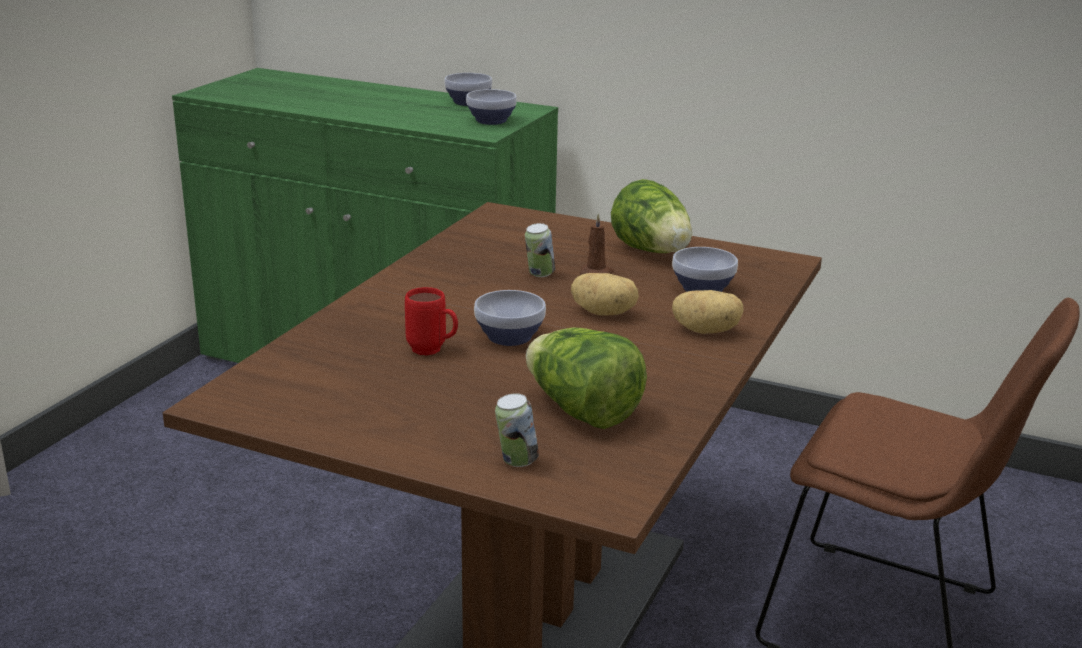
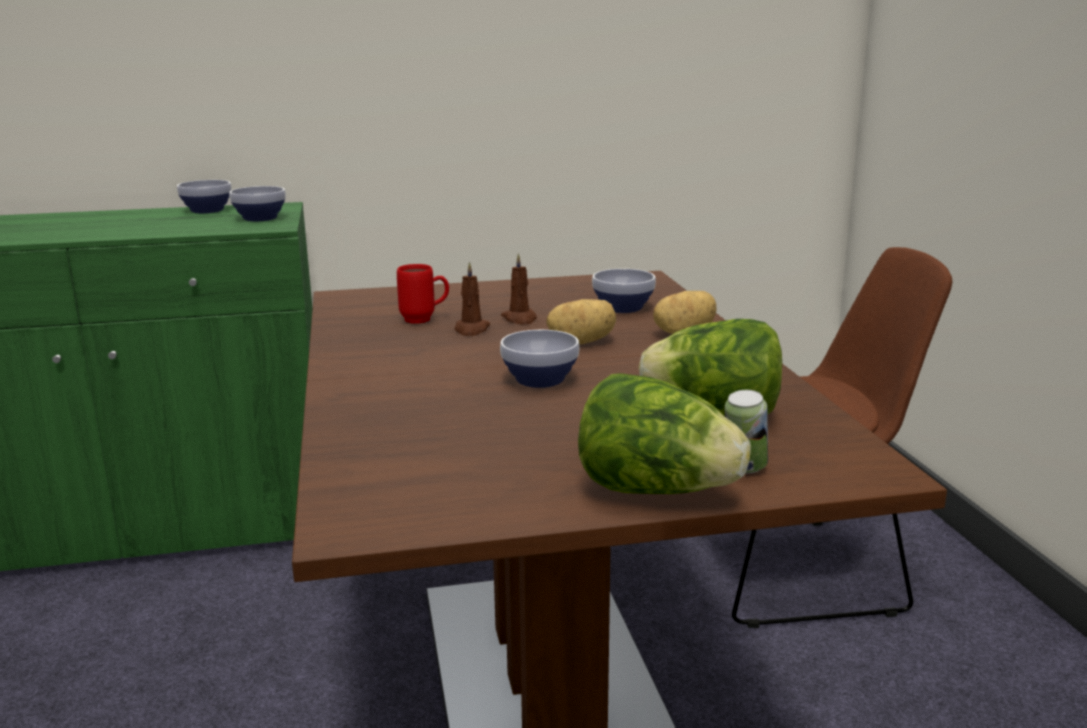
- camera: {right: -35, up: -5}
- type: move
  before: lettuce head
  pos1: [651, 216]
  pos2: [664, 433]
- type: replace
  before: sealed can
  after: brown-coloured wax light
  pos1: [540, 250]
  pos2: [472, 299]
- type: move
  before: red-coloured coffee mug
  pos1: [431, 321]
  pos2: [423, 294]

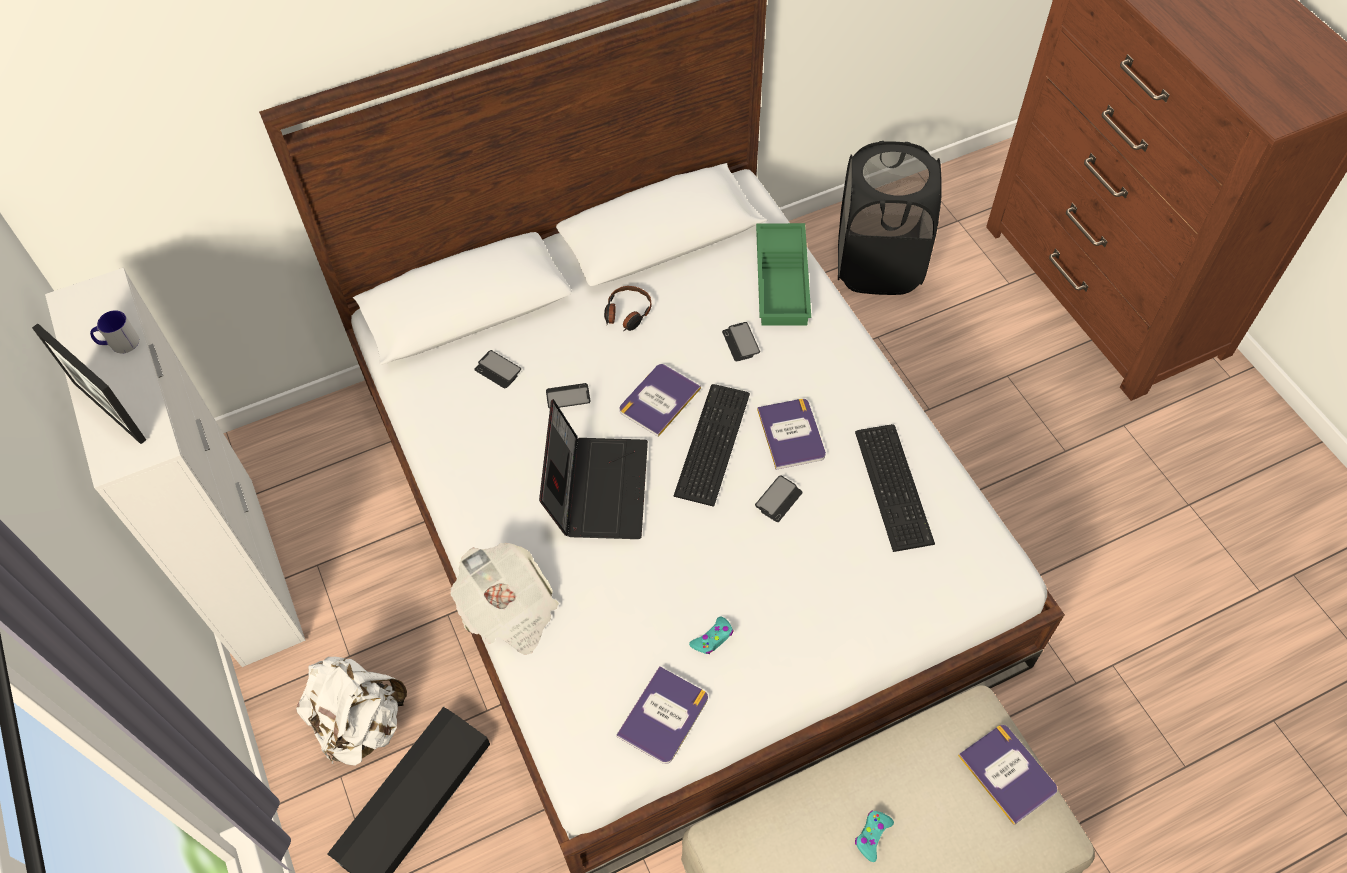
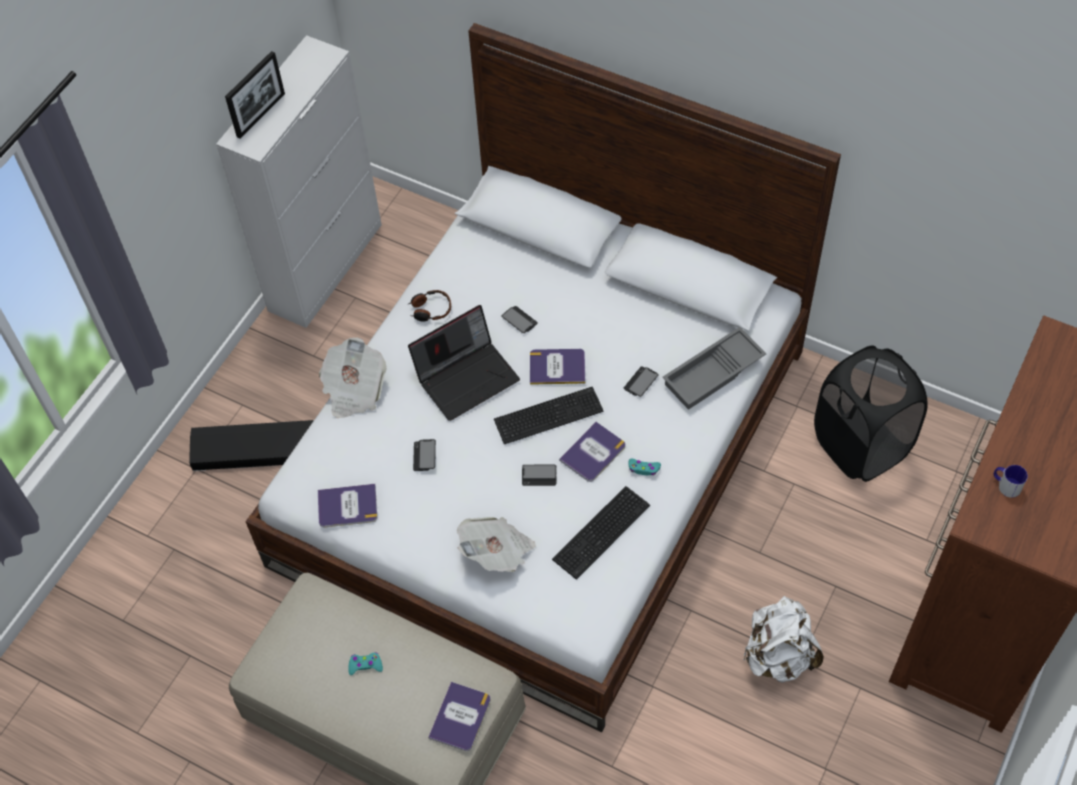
- camera: {right: 55, up: 0}
- type: recolor
  before: green tray
  after: greyish tray
  pos1: [783, 274]
  pos2: [714, 368]
- type: move
  before: pair of headphones
  pos1: [628, 308]
  pos2: [430, 306]
- type: move
  before: coffee mug
  pos1: [114, 332]
  pos2: [1011, 481]
- type: rotate
  before: picture frame
  pos1: [89, 384]
  pos2: [255, 95]
  turn: -150
- type: move
  before: handset
  pos1: [497, 369]
  pos2: [424, 455]
- type: move
  before: blue-green game controller
  pos1: [711, 635]
  pos2: [645, 467]
- type: move
  before: whitish rucksack
  pos1: [351, 711]
  pos2: [784, 639]
- type: insert
  after: newspaper
  pos2: [496, 544]

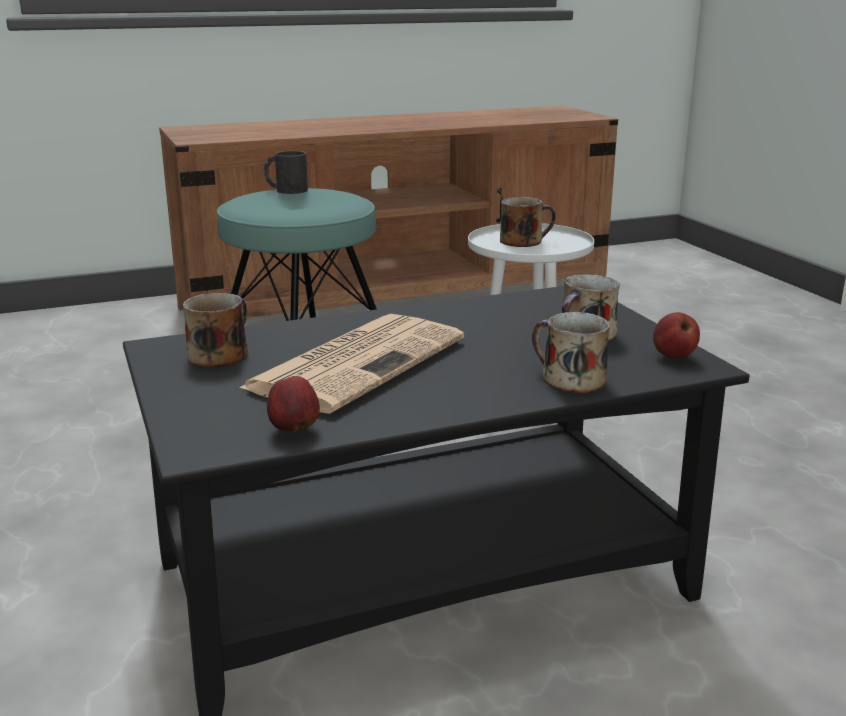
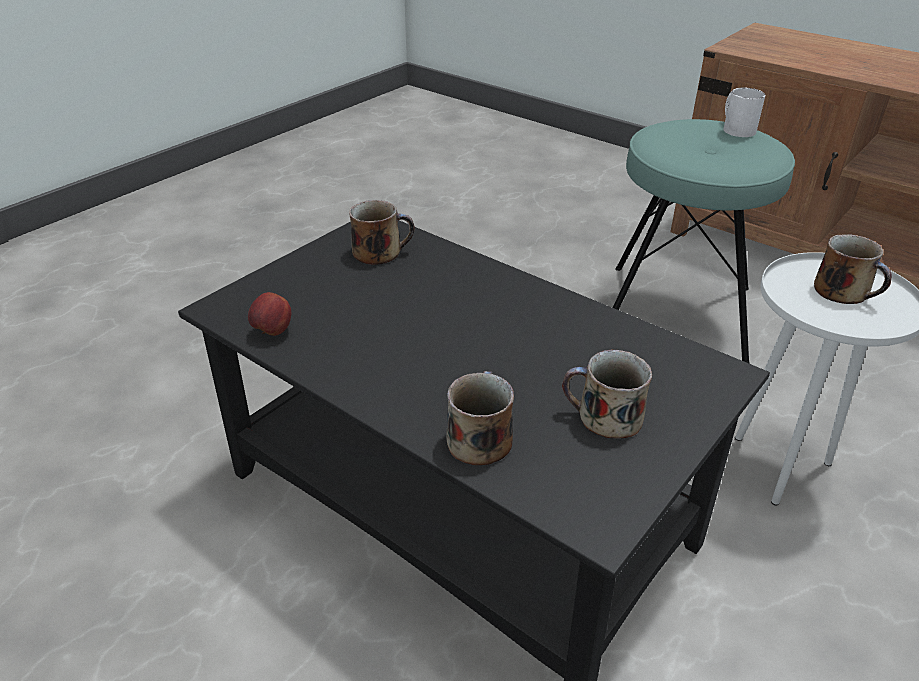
- camera: {right: 60, up: 15}
- type: recolor
  before: black-coloured coffee mug
  after: whitish coffee mug
  pos1: [286, 172]
  pos2: [744, 112]
- type: delete
  before: whole apple
  pos1: [676, 335]
- type: delete
  before: newspaper
  pos1: [351, 364]

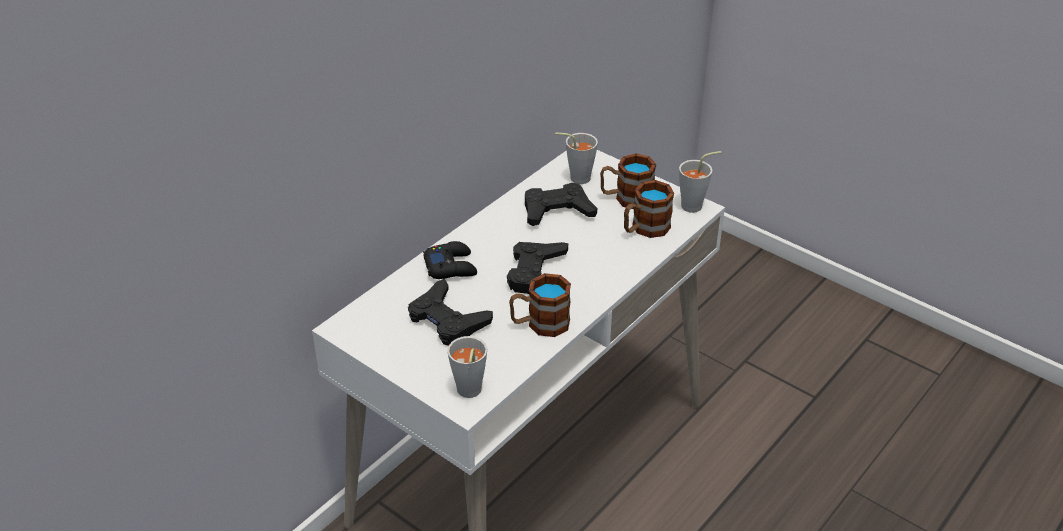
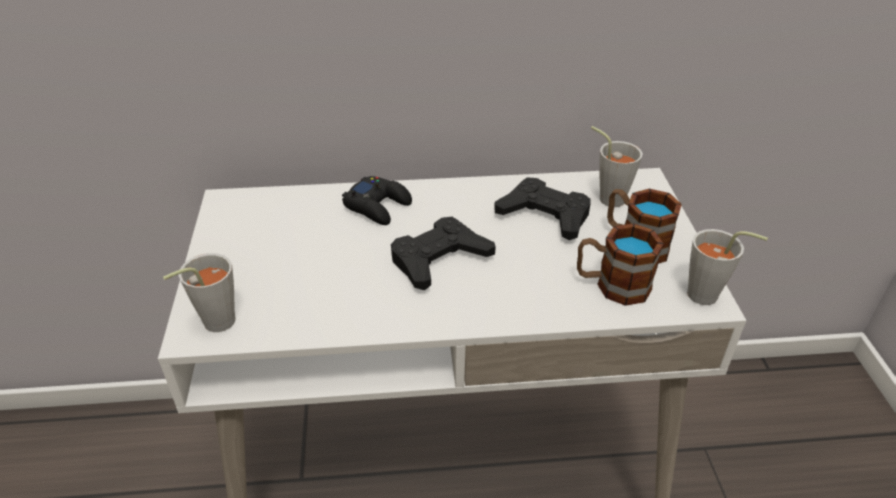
- camera: {right: 45, up: 0}
- type: delete
  before: coffee mug
  pos1: [540, 305]
- type: delete
  before: black-coloured game controller
  pos1: [450, 312]

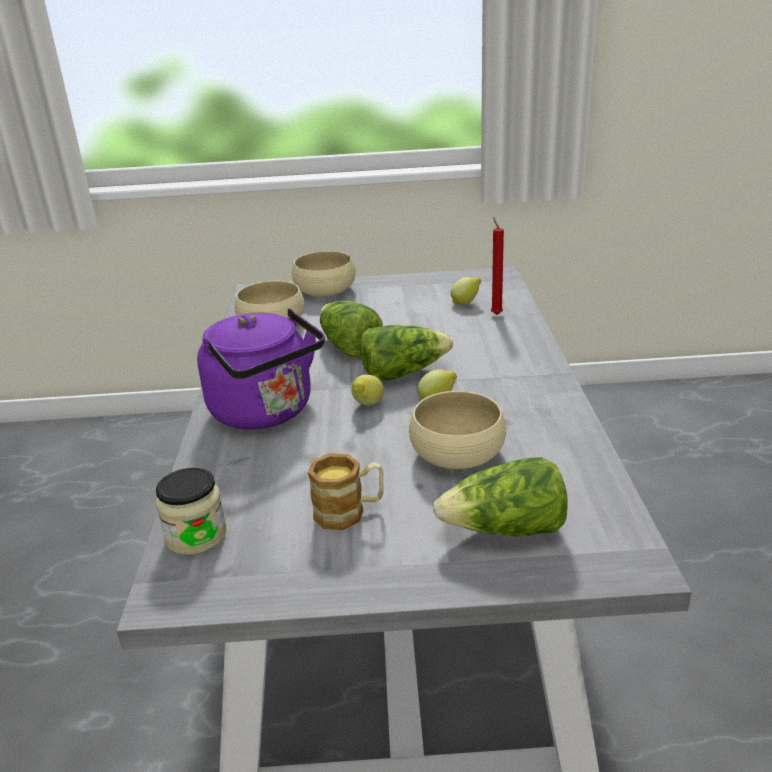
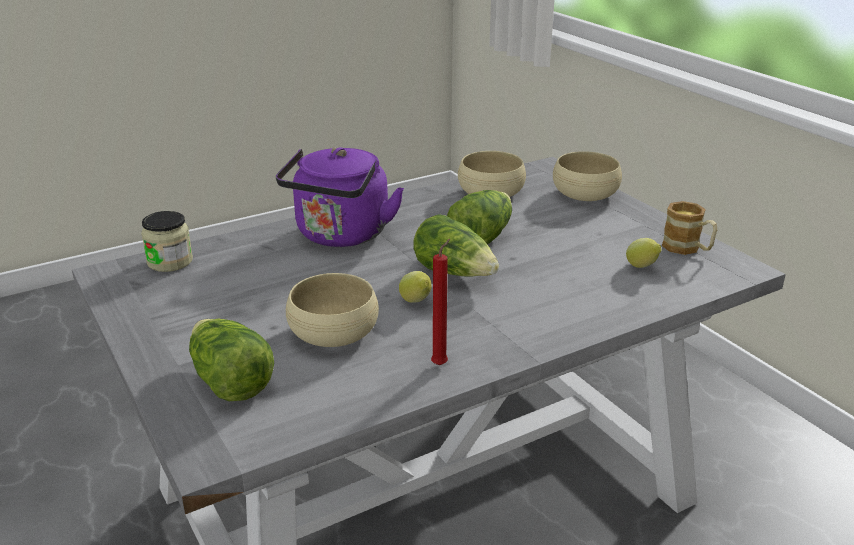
- camera: {right: 60, up: 0}
- type: move
  before: red-coloured wax light
  pos1: [497, 266]
  pos2: [440, 302]
- type: delete
  before: lemon
  pos1: [367, 390]
- type: move
  before: coffee mug
  pos1: [346, 491]
  pos2: [690, 228]

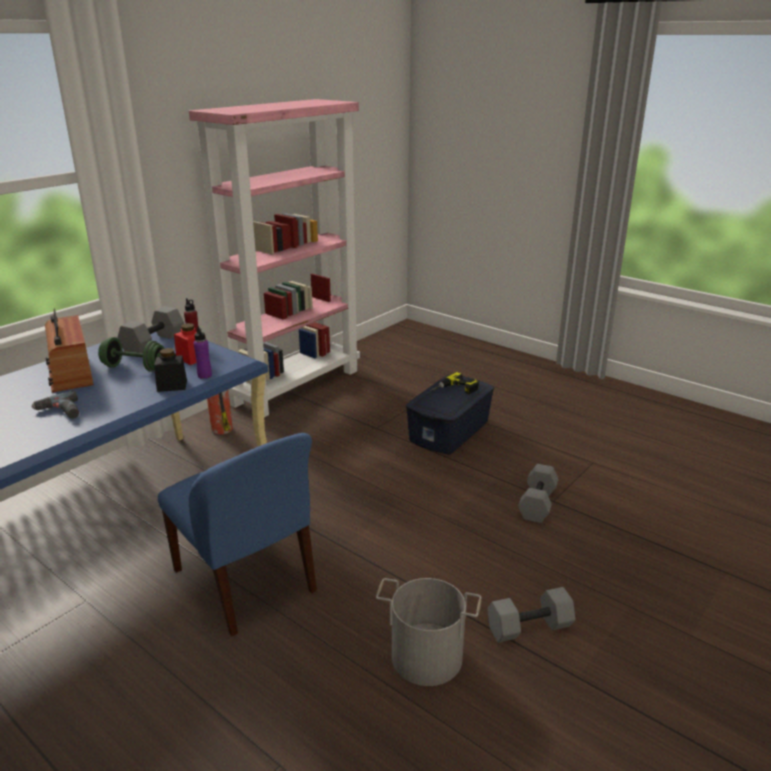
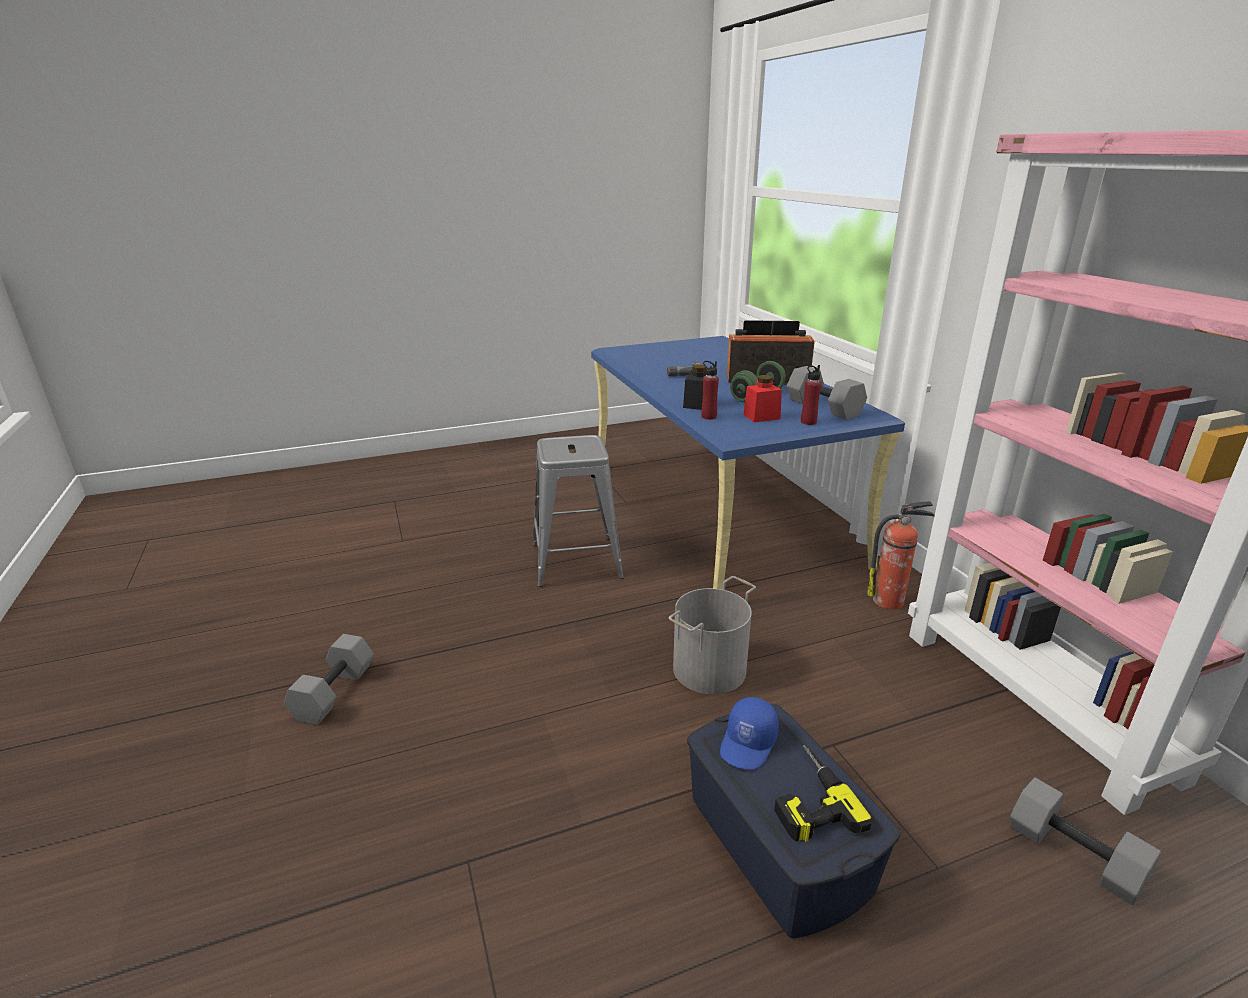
- camera: {right: 120, up: 0}
- type: recolor
  before: purplish bottle
  after: red-coloured bottle
  pos1: [203, 352]
  pos2: [710, 390]
- type: replace
  before: blue upright chair
  after: greyish sitting stool
  pos1: [237, 534]
  pos2: [578, 511]
- type: move
  before: greyish hand weight
  pos1: [538, 493]
  pos2: [1085, 841]
- type: move
  before: greyish pail
  pos1: [429, 632]
  pos2: [712, 635]
- type: insert
  after: blue baseball cap
  pos2: [749, 733]

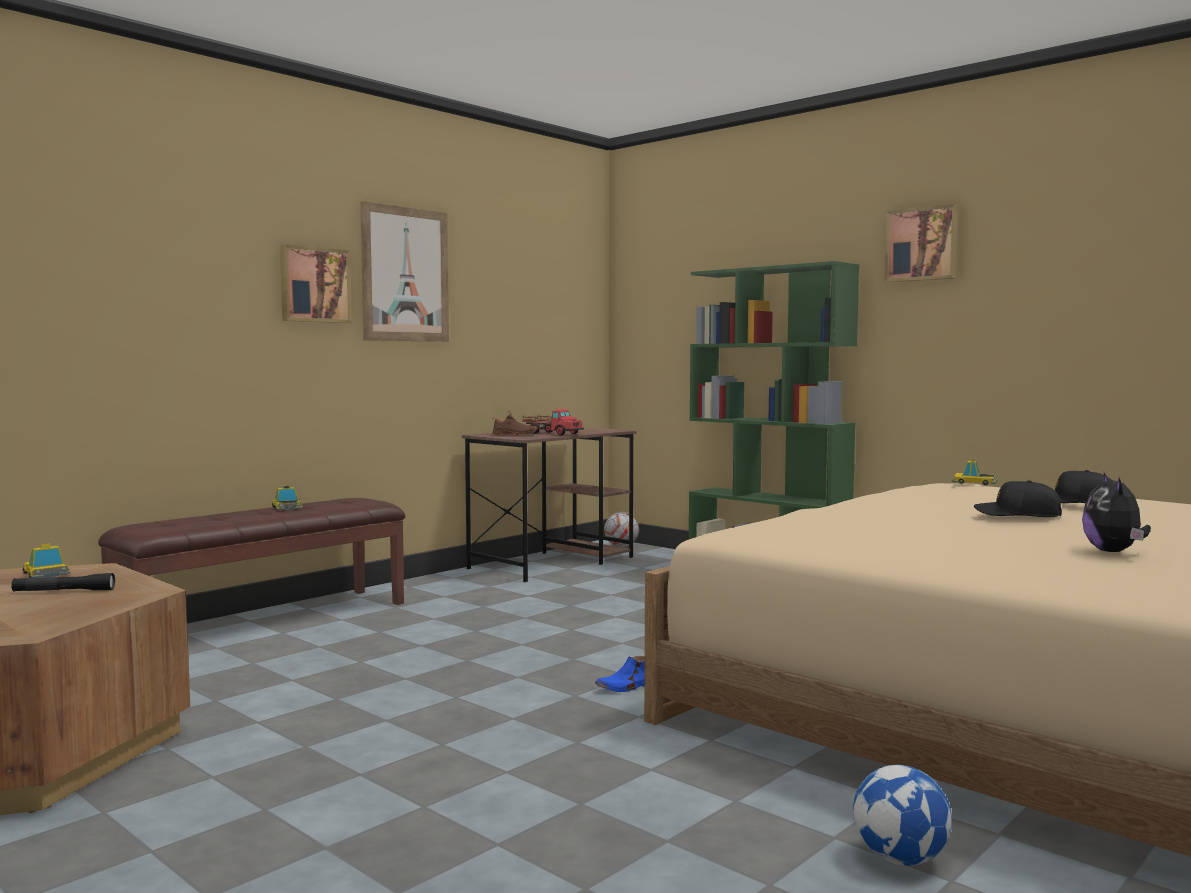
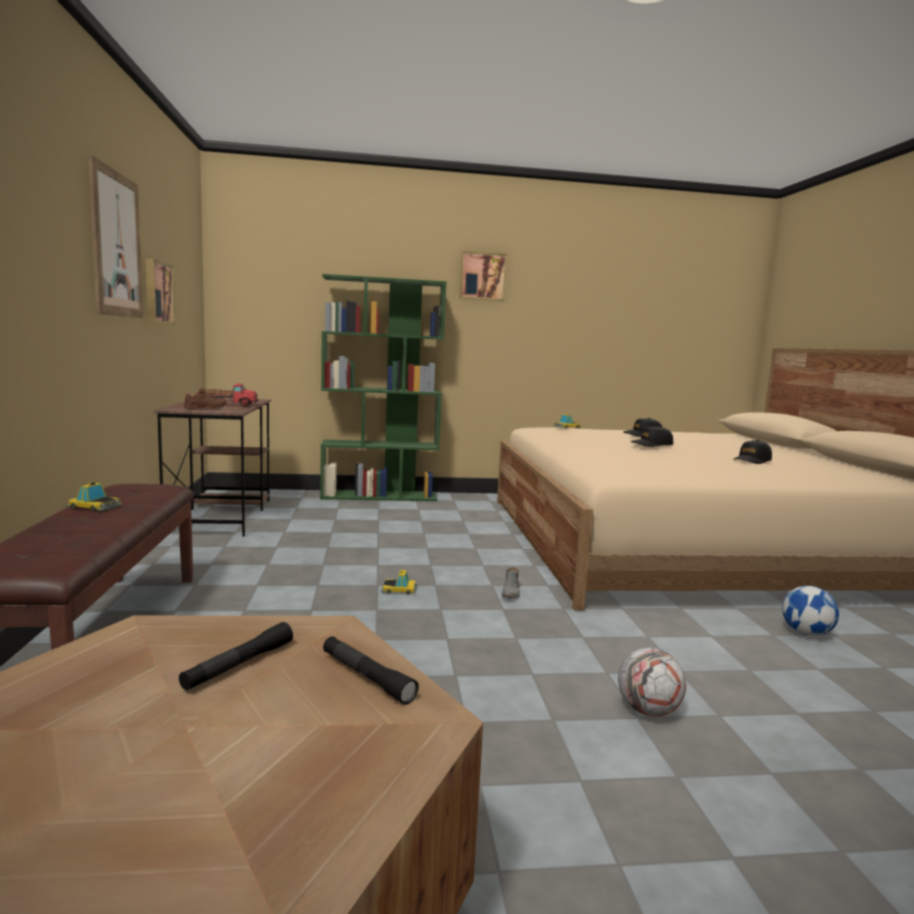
- camera: {right: -50, up: 5}
- type: move
  before: wall picture
  pos1: [316, 283]
  pos2: [160, 291]
- type: replace
  before: cuddly toy
  after: black-coloured baseball cap
  pos1: [1116, 512]
  pos2: [752, 452]
- type: move
  before: ball for football
  pos1: [621, 529]
  pos2: [652, 682]
- type: move
  before: miniature car
  pos1: [46, 561]
  pos2: [399, 582]
- type: recolor
  before: blue shoe
  after: greyish shoe
  pos1: [620, 674]
  pos2: [511, 582]
- type: insert
  after: black-coloured flashlight
  pos2: [371, 670]

